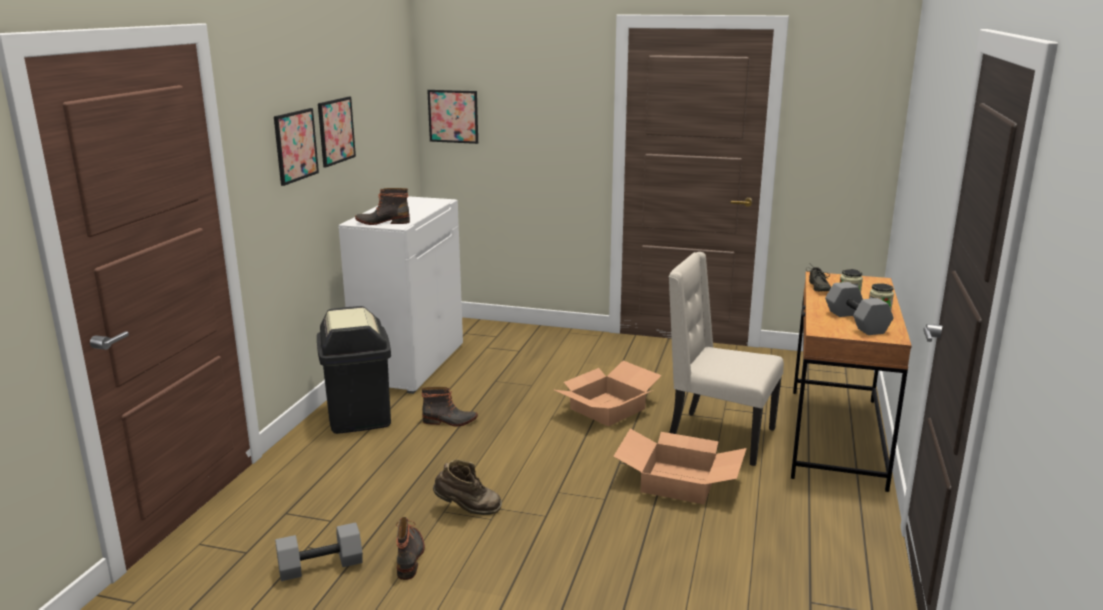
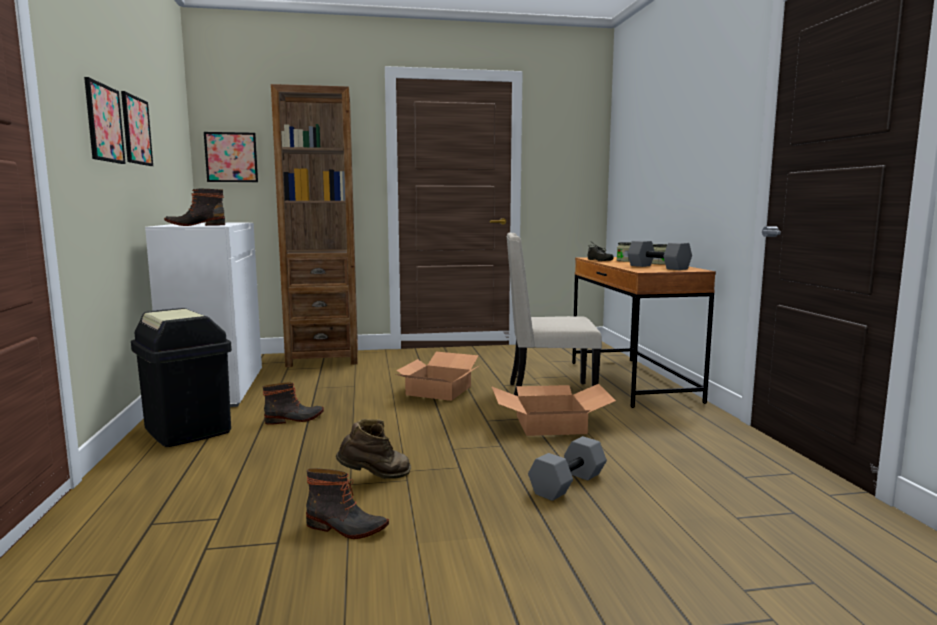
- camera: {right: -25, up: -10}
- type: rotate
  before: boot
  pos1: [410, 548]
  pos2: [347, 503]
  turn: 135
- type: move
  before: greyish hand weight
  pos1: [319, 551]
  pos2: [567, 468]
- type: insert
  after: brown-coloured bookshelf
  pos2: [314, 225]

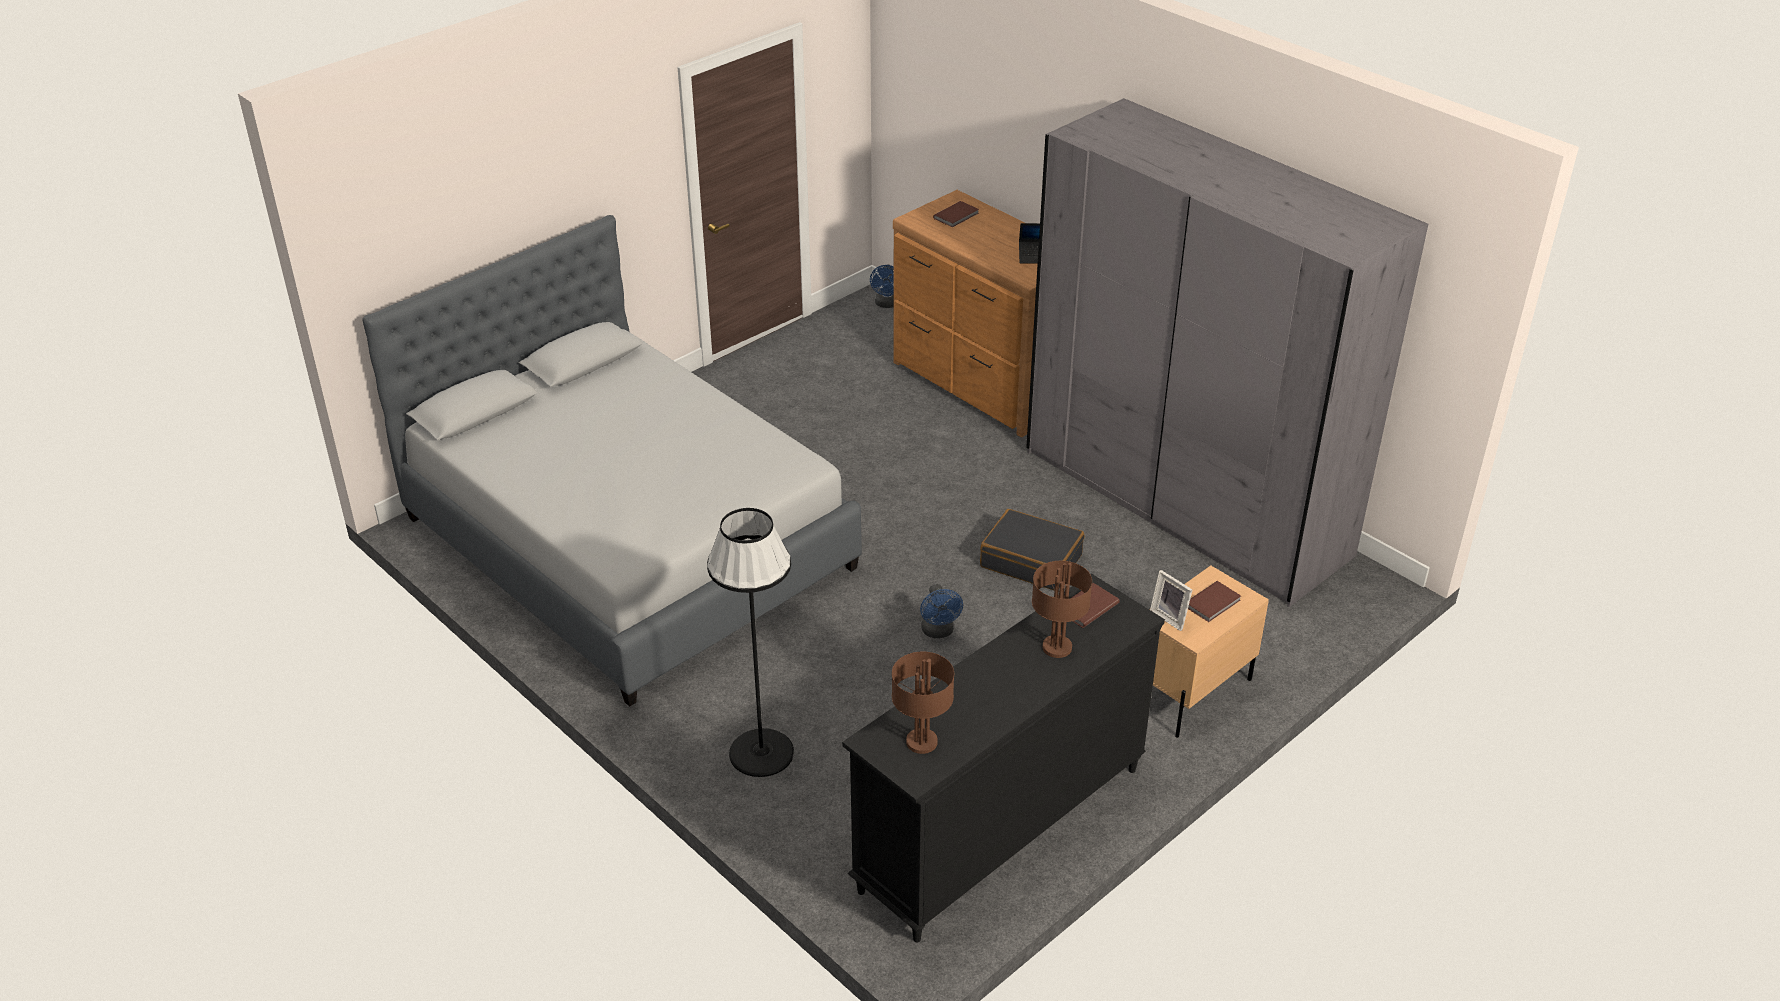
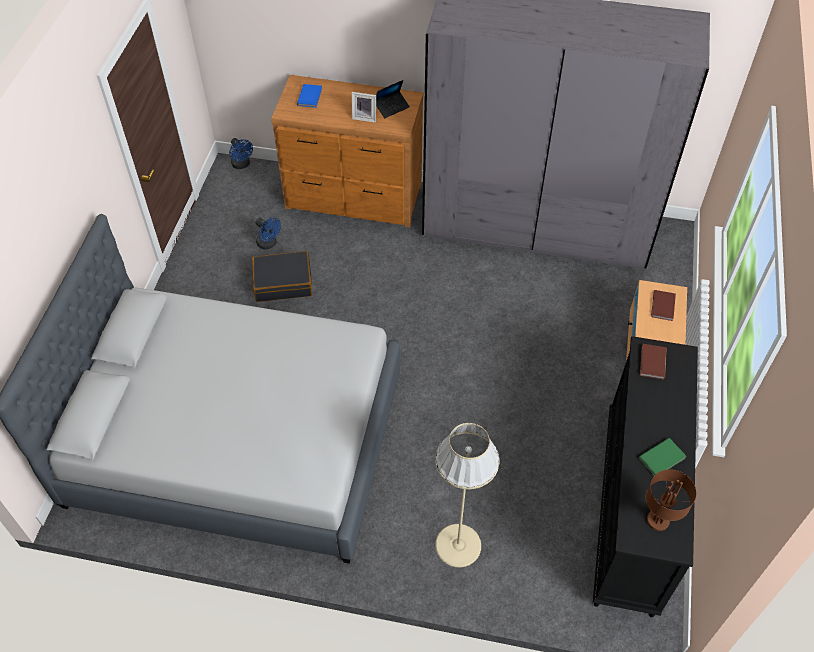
- camera: {right: -35, up: 15}
- type: recolor
  before: brown-coloured volume
  after: blue volume
  pos1: [956, 214]
  pos2: [309, 96]
- type: recolor
  before: black-coloured standard lamp
  after: sand-coloured standard lamp
  pos1: [750, 642]
  pos2: [467, 495]
- type: move
  before: black-coloured suitcase
  pos1: [1032, 550]
  pos2: [282, 276]
- type: delete
  before: brown-coloured tabletop lamp
  pos1: [1062, 609]
- type: move
  before: picture frame
  pos1: [1171, 600]
  pos2: [364, 107]
- type: move
  before: blue cooling fan
  pos1: [941, 611]
  pos2: [268, 234]
- type: insert
  after: green volume
  pos2: [662, 457]

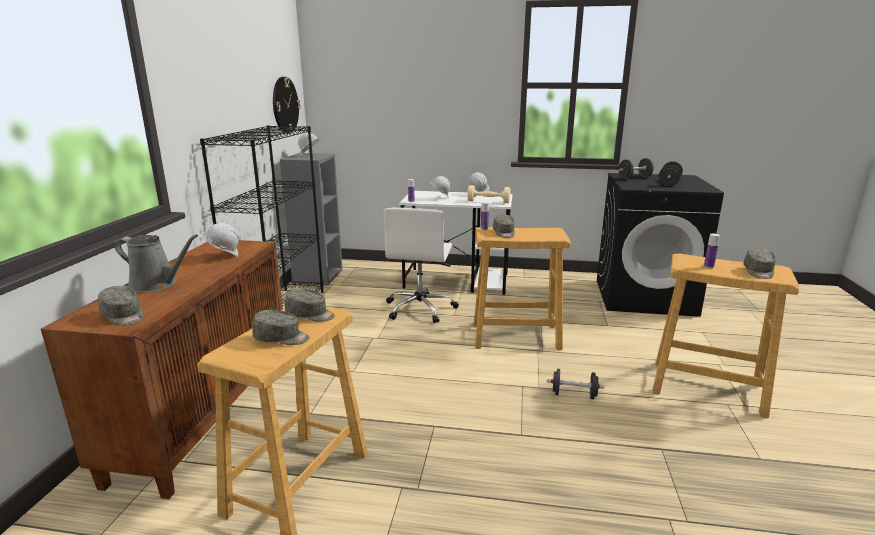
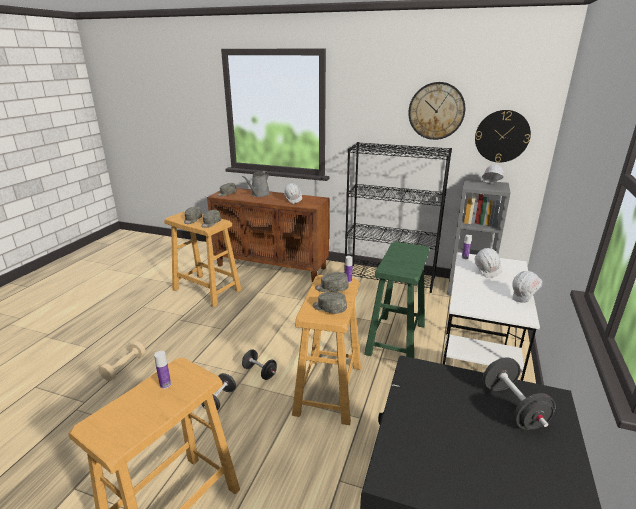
- camera: {right: 100, up: 5}
- type: move
  before: black-coloured hand weight
  pos1: [671, 173]
  pos2: [259, 364]
- type: move
  before: sand-coloured hand weight
  pos1: [488, 194]
  pos2: [122, 361]
- type: replace
  before: whitish desk chair
  after: green sitting stool
  pos1: [421, 265]
  pos2: [397, 300]
- type: move
  before: greyish baseball cap
  pos1: [759, 263]
  pos2: [330, 303]
- type: insert
  after: clock on the wall
  pos2: [436, 111]

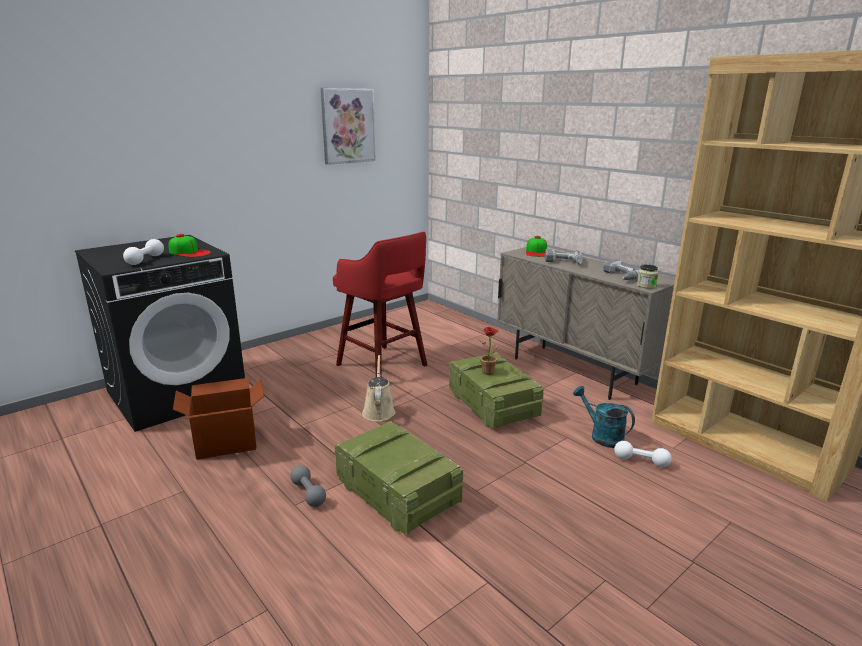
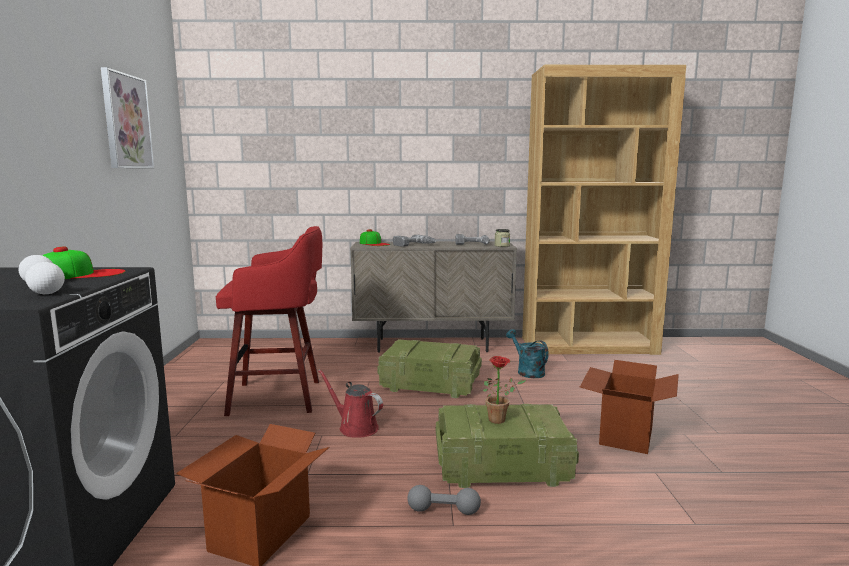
- camera: {right: -50, up: -10}
- type: move
  before: houseplant
  pos1: [489, 351]
  pos2: [504, 390]
- type: recolor
  before: sand-coloured sprinkling can
  after: red-coloured sprinkling can
  pos1: [378, 388]
  pos2: [350, 403]
- type: rotate
  before: blue-green sprinkling can
  pos1: [604, 417]
  pos2: [527, 353]
  turn: 60
- type: delete
  before: whitish hand weight
  pos1: [643, 454]
- type: insert
  after: cardboard box
  pos2: [629, 407]

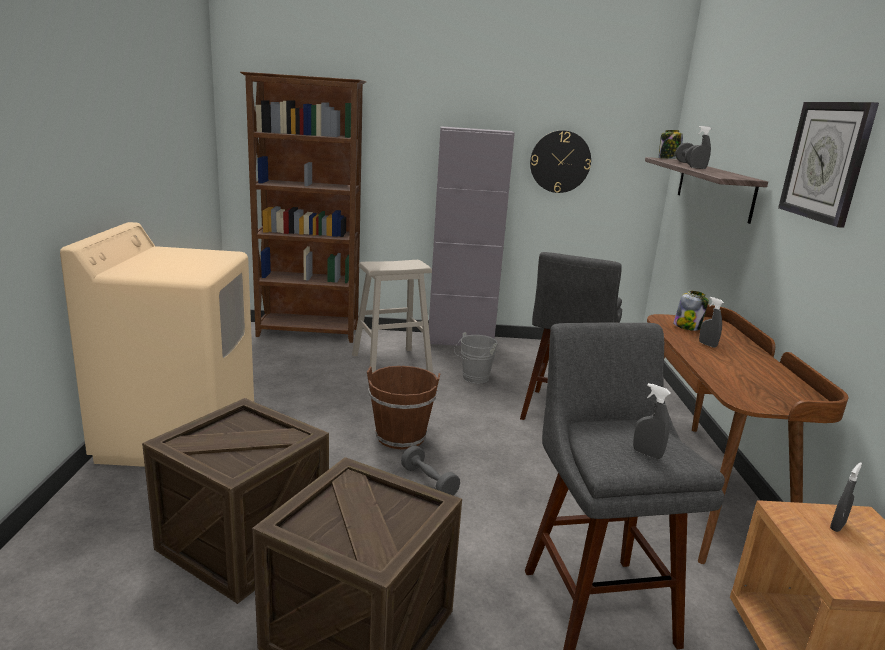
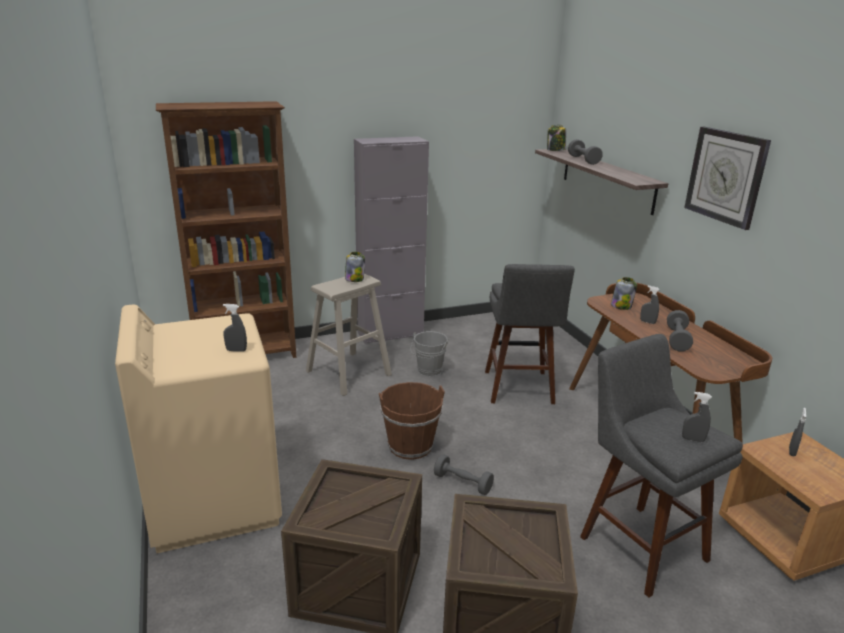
- camera: {right: -20, up: 5}
- type: move
  before: greyish sprayer
  pos1: [700, 147]
  pos2: [235, 328]
- type: delete
  before: clock on the wall
  pos1: [560, 161]
- type: insert
  after: preserve jar
  pos2: [355, 267]
- type: insert
  after: greyish hand weight
  pos2: [680, 331]

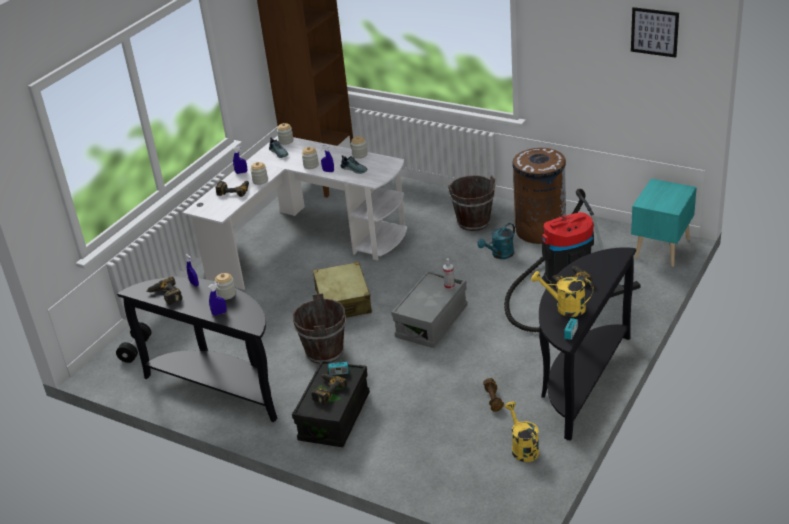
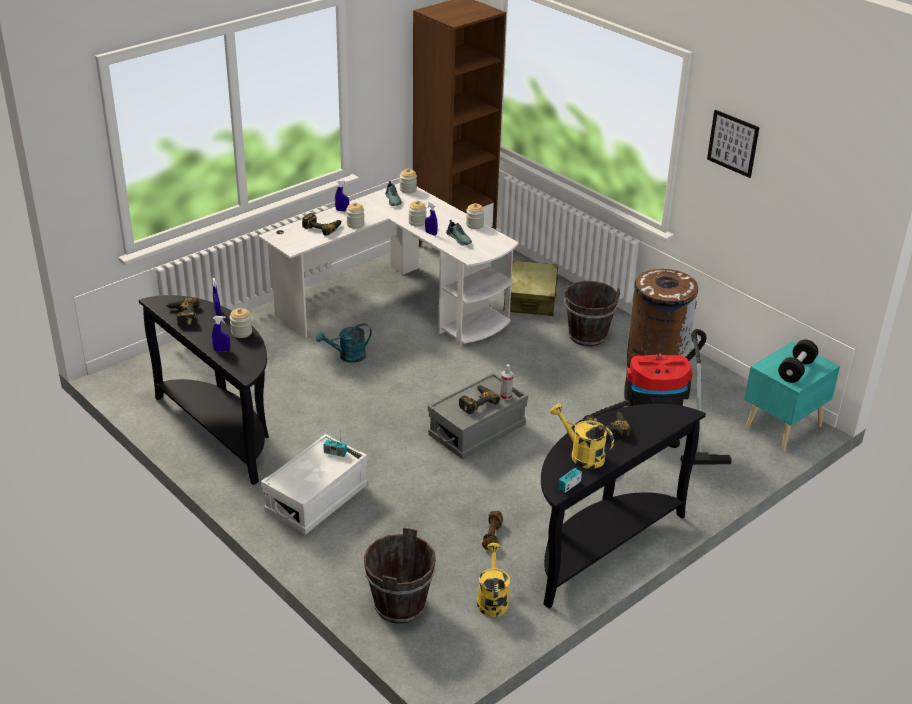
- camera: {right: 15, up: 0}
- type: move
  before: wall picture
  pos1: [655, 32]
  pos2: [733, 144]
- type: move
  before: blue-green sprinkling can
  pos1: [496, 241]
  pos2: [343, 343]
- type: move
  before: sand-coloured suitcase
  pos1: [342, 290]
  pos2: [531, 288]
- type: move
  before: brown-coloured pail
  pos1: [319, 328]
  pos2: [400, 575]
- type: move
  before: black-coloured hand weight
  pos1: [133, 342]
  pos2: [798, 361]
- type: recolor
  before: black-coloured storage bin
  after: whitish storage bin
  pos1: [331, 403]
  pos2: [314, 484]
- type: move
  before: electric drill
  pos1: [329, 389]
  pos2: [479, 399]

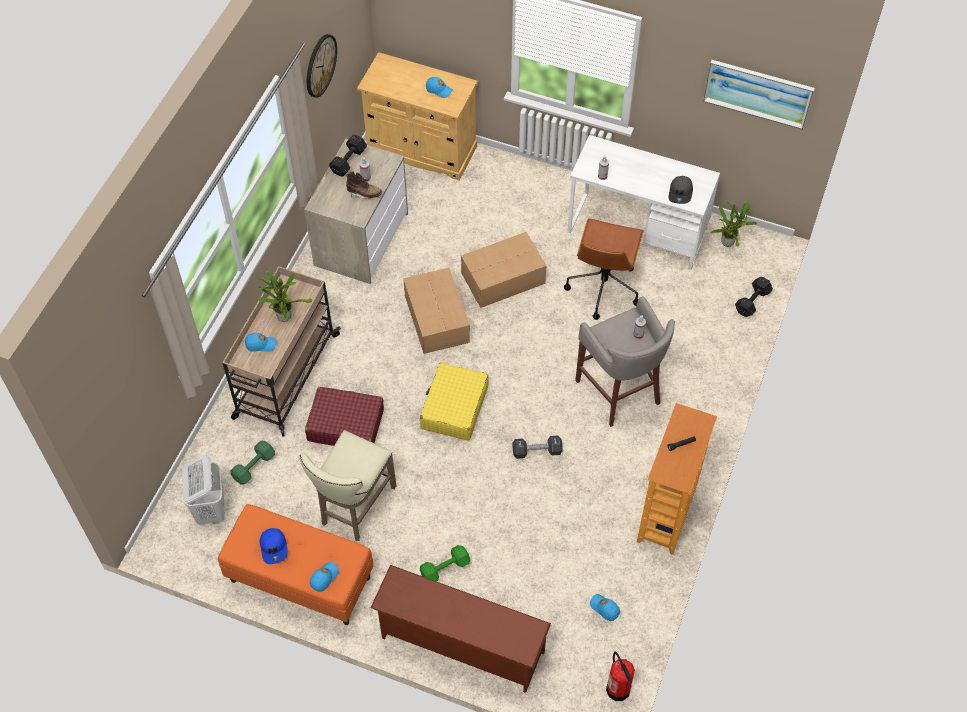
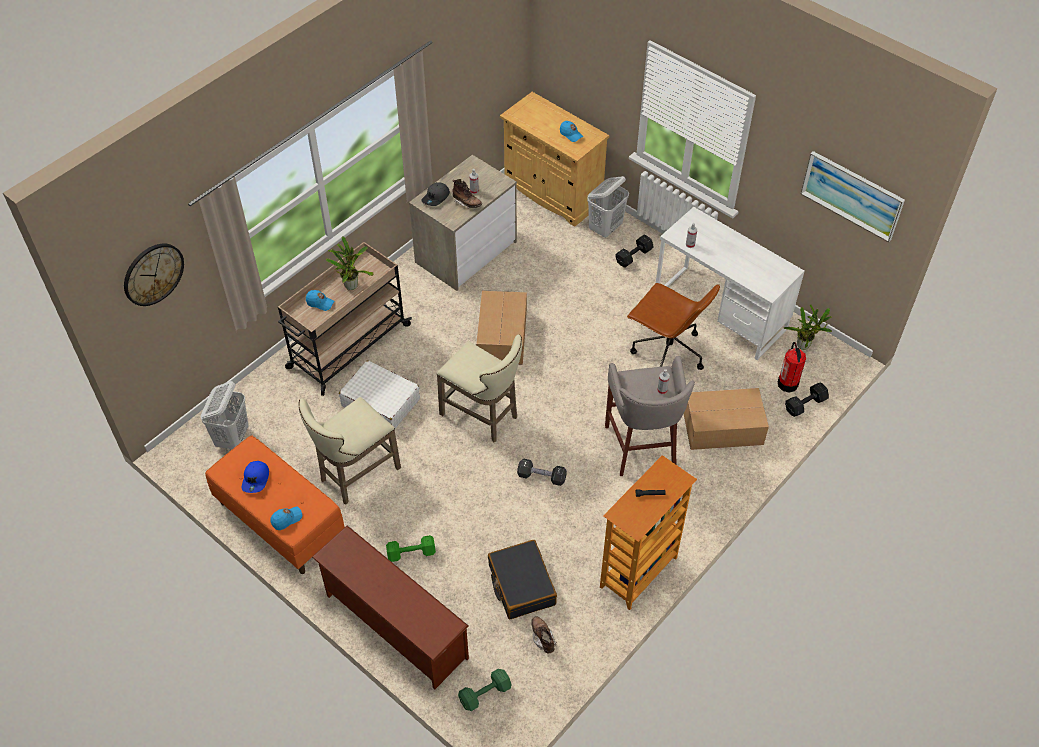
- camera: {right: 20, up: -5}
- type: move
  before: clock on the wall
  pos1: [322, 66]
  pos2: [154, 275]
- type: move
  before: black-coloured hand weight
  pos1: [348, 155]
  pos2: [634, 251]
- type: move
  before: greyish baseball cap
  pos1: [681, 190]
  pos2: [435, 194]
- type: rotate
  before: brown-coloured desk chair
  pos1: [604, 269]
  pos2: [673, 326]
  turn: -90
- type: move
  before: cardboard box
  pos1: [504, 270]
  pos2: [726, 419]
- type: replace
  before: yellowish suitcase
  after: sand-coloured sitting stool
  pos1: [454, 402]
  pos2: [479, 388]
- type: recolor
  before: red-coloured suitcase
  after: whitish suitcase
  pos1: [344, 416]
  pos2: [379, 395]
- type: move
  before: green hand weight
  pos1: [252, 463]
  pos2: [485, 690]
- type: replace
  before: blue baseball cap
  after: brown-coloured boot
  pos1: [605, 607]
  pos2: [543, 635]
- type: move
  before: extinguisher
  pos1: [620, 676]
  pos2: [792, 367]
- type: insert
  after: whitish hamper
  pos2: [608, 207]
- type: insert
  after: black-coloured suitcase
  pos2: [522, 579]

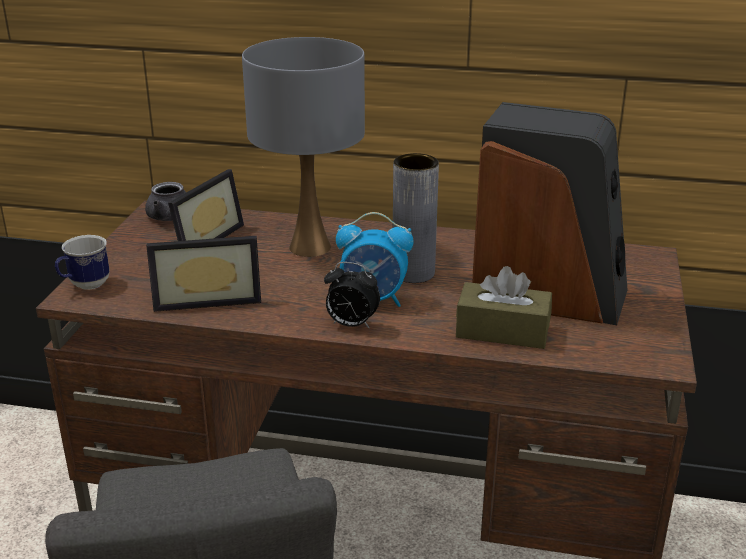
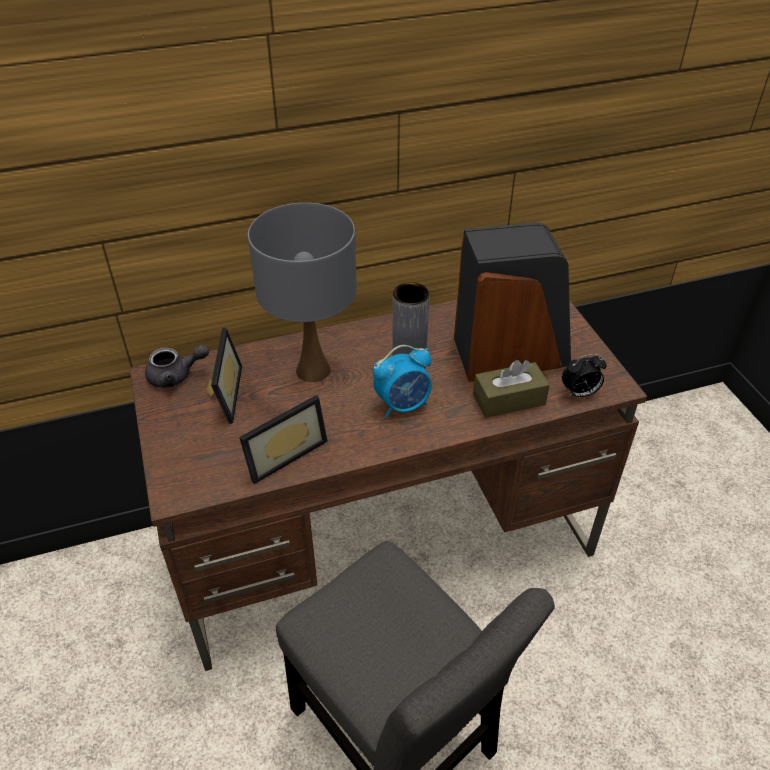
- camera: {right: -30, up: 15}
- type: delete
  before: coffee mug
  pos1: [82, 262]
- type: move
  before: alarm clock
  pos1: [352, 295]
  pos2: [584, 375]

